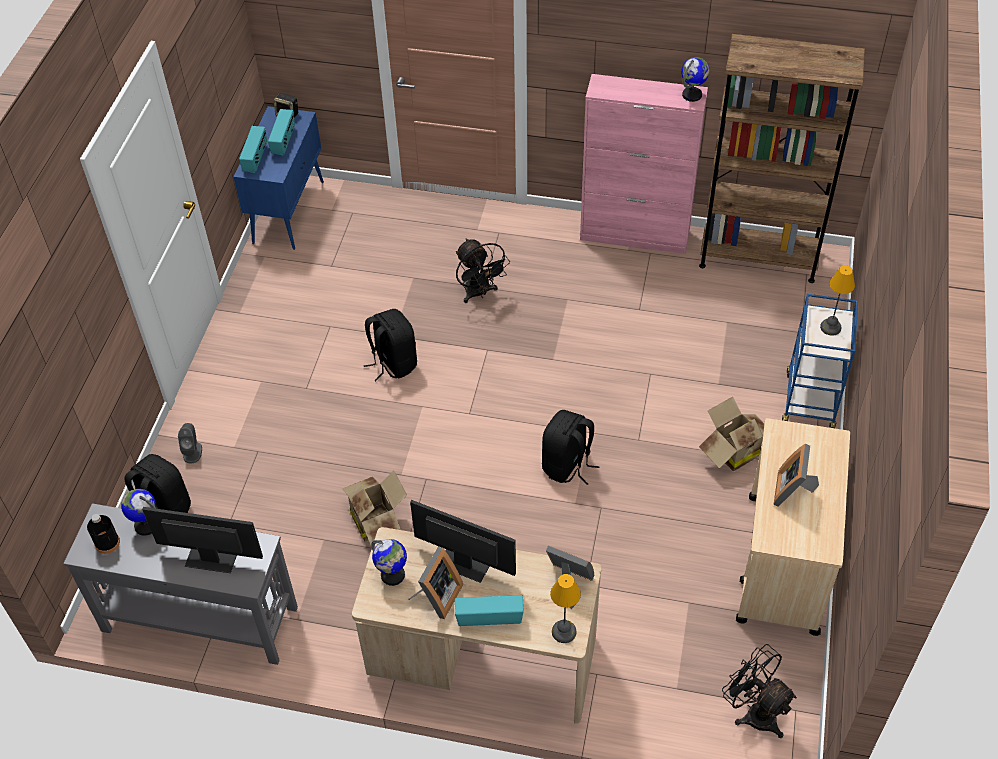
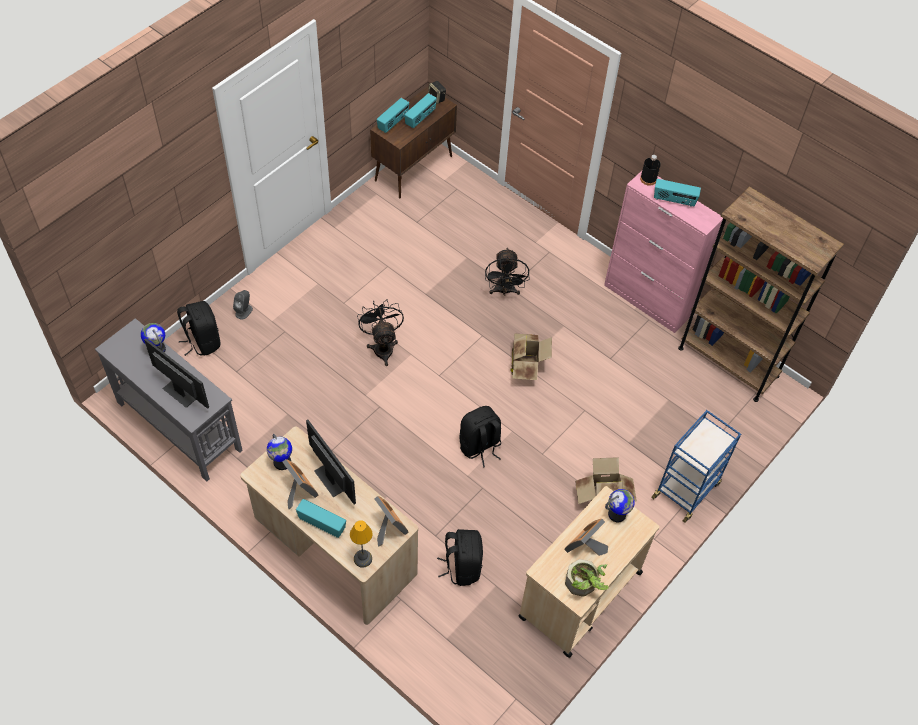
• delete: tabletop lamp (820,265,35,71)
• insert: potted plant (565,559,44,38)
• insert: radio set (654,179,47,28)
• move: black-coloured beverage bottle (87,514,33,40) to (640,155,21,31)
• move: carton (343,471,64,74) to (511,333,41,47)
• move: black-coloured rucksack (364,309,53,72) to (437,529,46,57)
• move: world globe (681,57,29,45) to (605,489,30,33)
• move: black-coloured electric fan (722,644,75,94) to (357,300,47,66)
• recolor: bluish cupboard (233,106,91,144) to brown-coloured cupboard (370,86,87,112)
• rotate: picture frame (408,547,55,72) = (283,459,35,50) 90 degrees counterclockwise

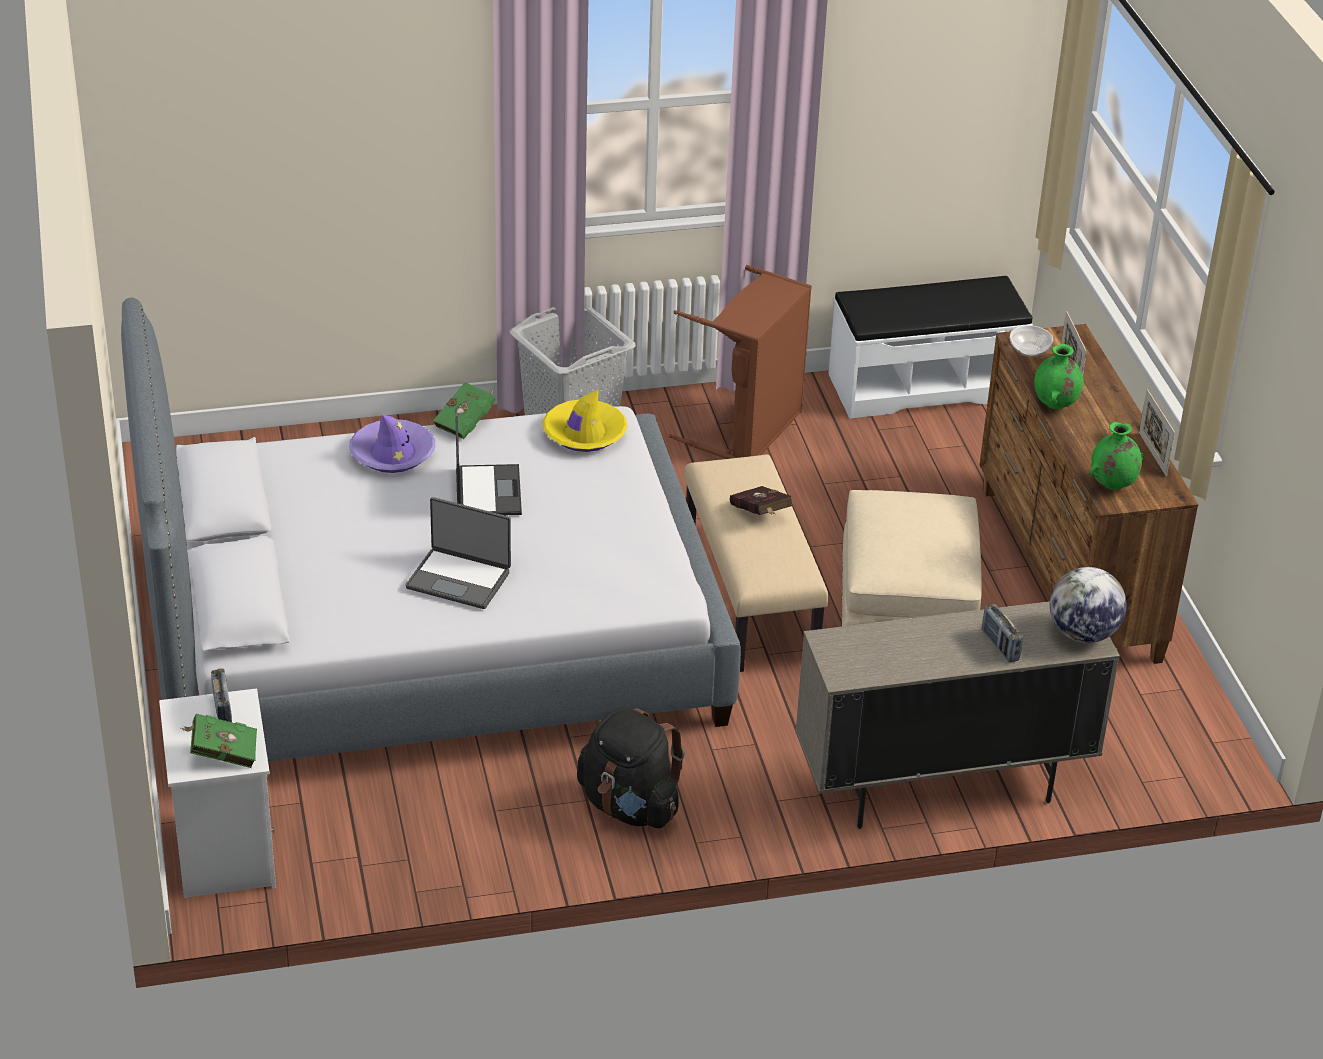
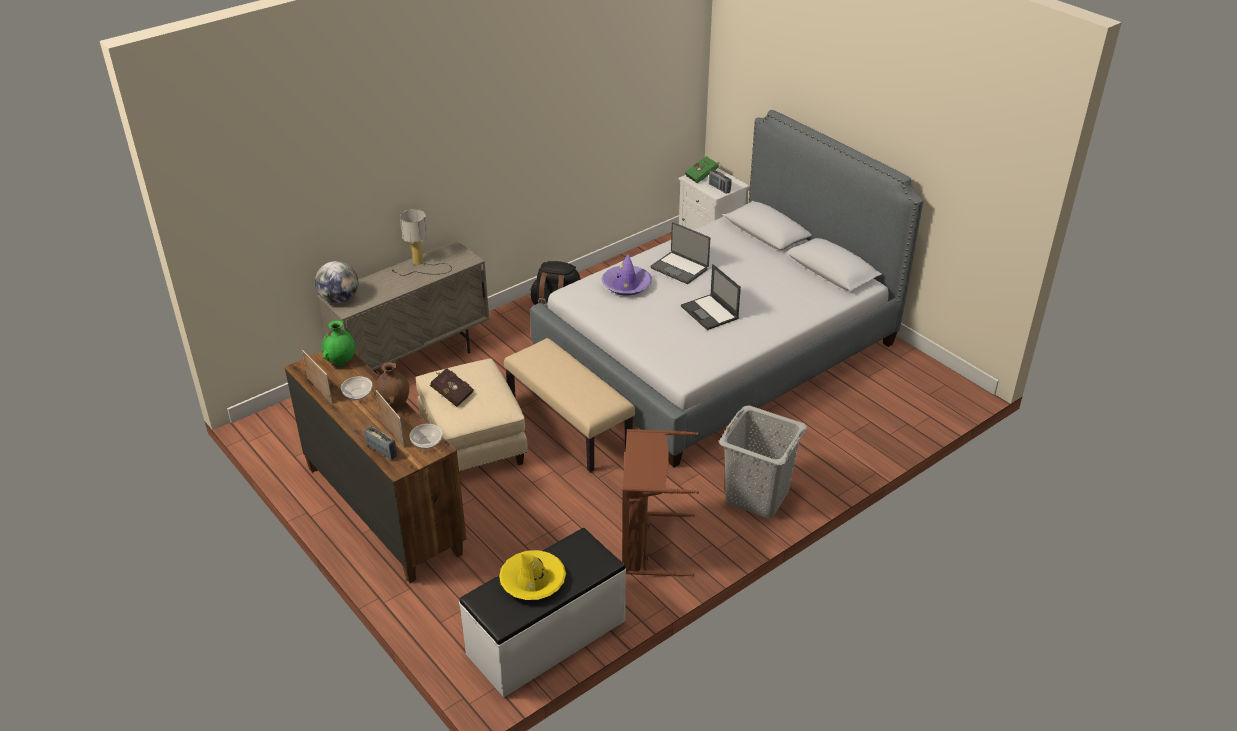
• delete: green book (433,382,63,57)
• insert: serving bowl (341,376,31,24)
• insert: tabletop lamp (392,209,60,67)
• move: purplish wearable hat (349,415,86,58) to (601,254,51,42)
• move: yellow-coloured wearable hat (543,389,84,63) to (499,550,67,50)
• move: red book (730,486,62,29) to (430,368,44,39)
• move: radio set (982,604,41,58) to (364,426,33,34)
• recolor: green vase (1034,344,50,65) to brown-coloured vase (375,362,34,47)
• rotate: laptop (406,497,105,112) = (650,222,60,62) 135 degrees counterclockwise

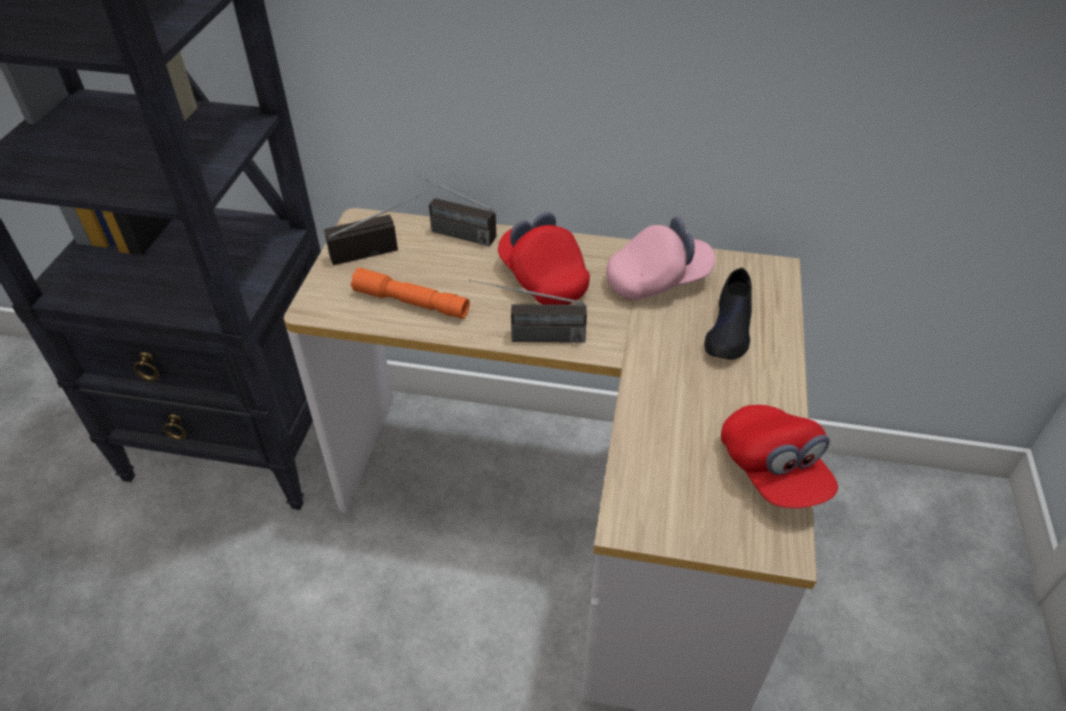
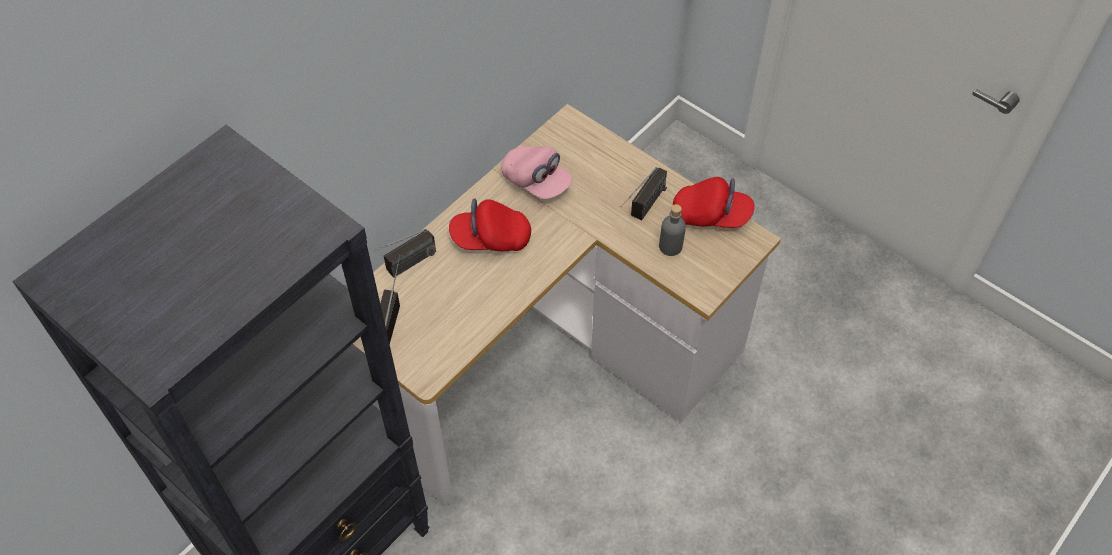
• delete: orangey torch (351,267,119,52)
• delete: black-coloured shoe (704,268,48,92)
• insert: greyish beverage bottle (659,204,27,52)
• move: radio set (469,279,118,64) to (621,167,46,53)
• rotate: pink-coloured peaked cap (606,217,109,83) = (501,146,72,53) 120 degrees clockwise

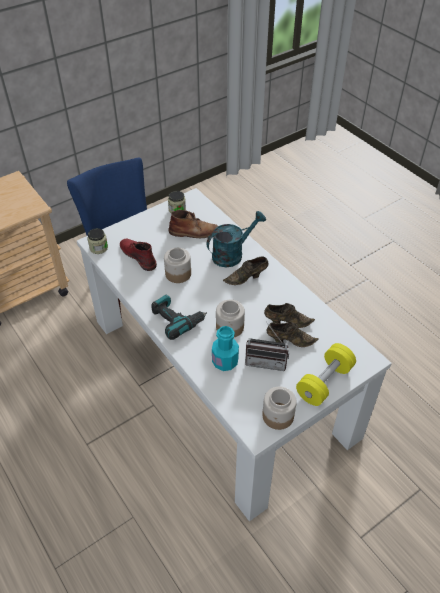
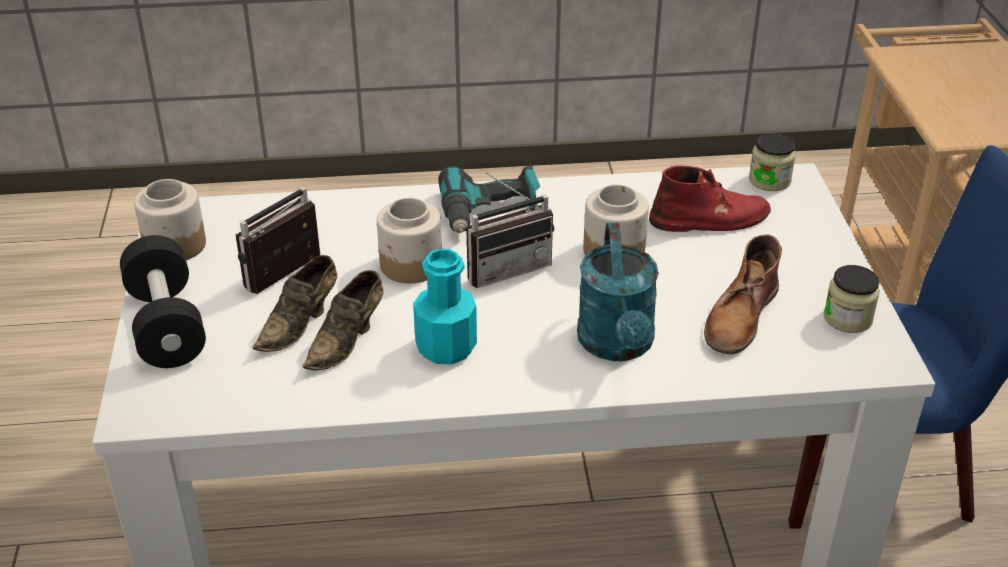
• delete: brown-coloured shoe (223,256,45,29)
• insert: radio set (466,172,88,116)
• move: blue-green beverage bottle (212,326,27,45) to (413,249,64,115)
• recolor: yellow-coloured dumbbell (296,343,60,63) to black-coloured dumbbell (120,235,86,133)

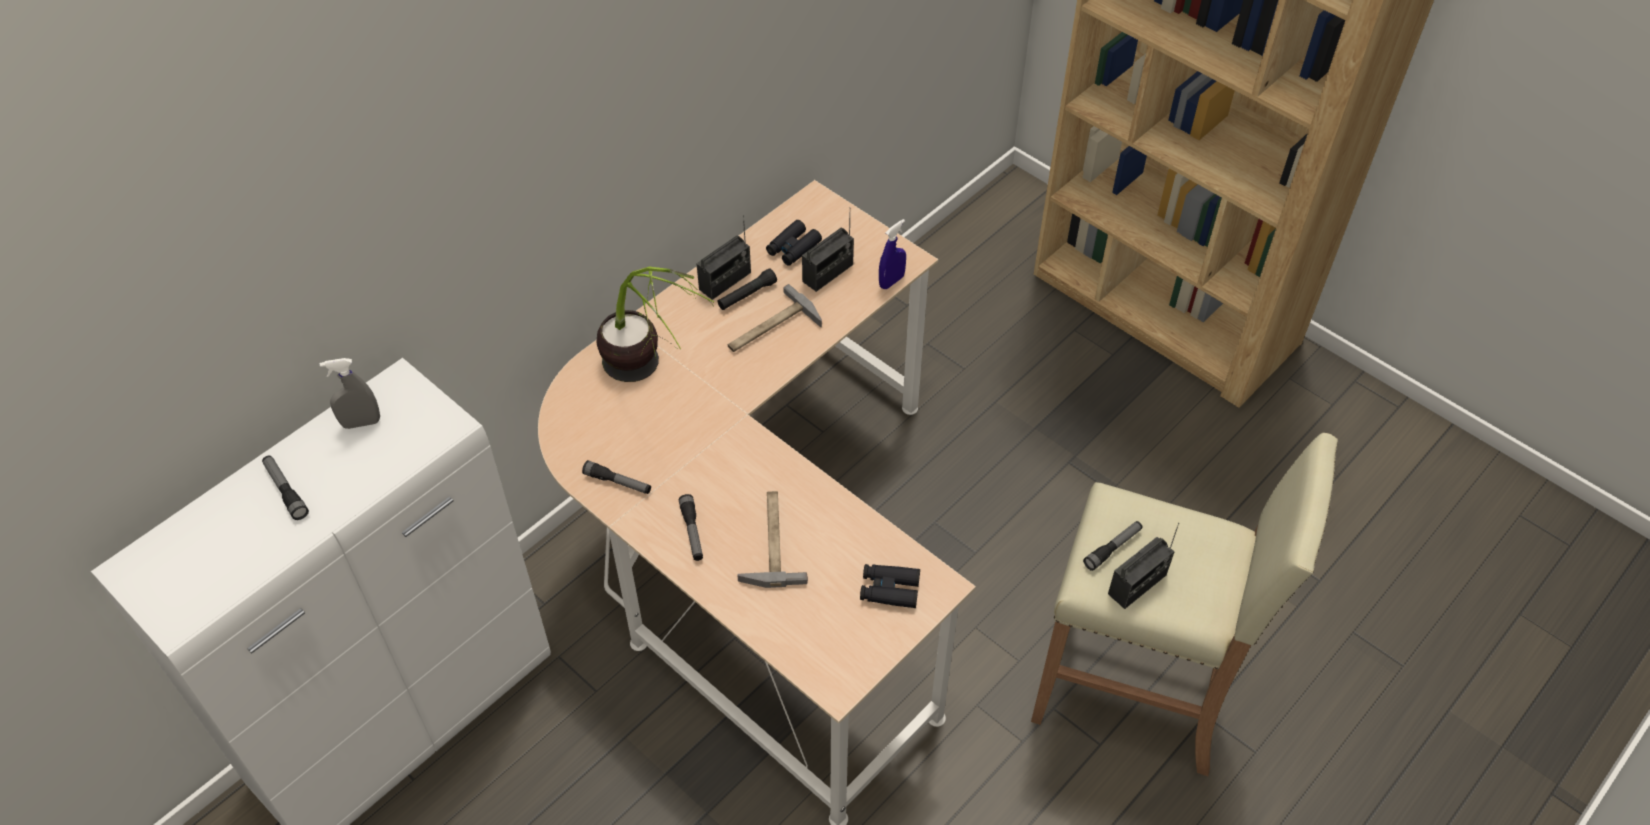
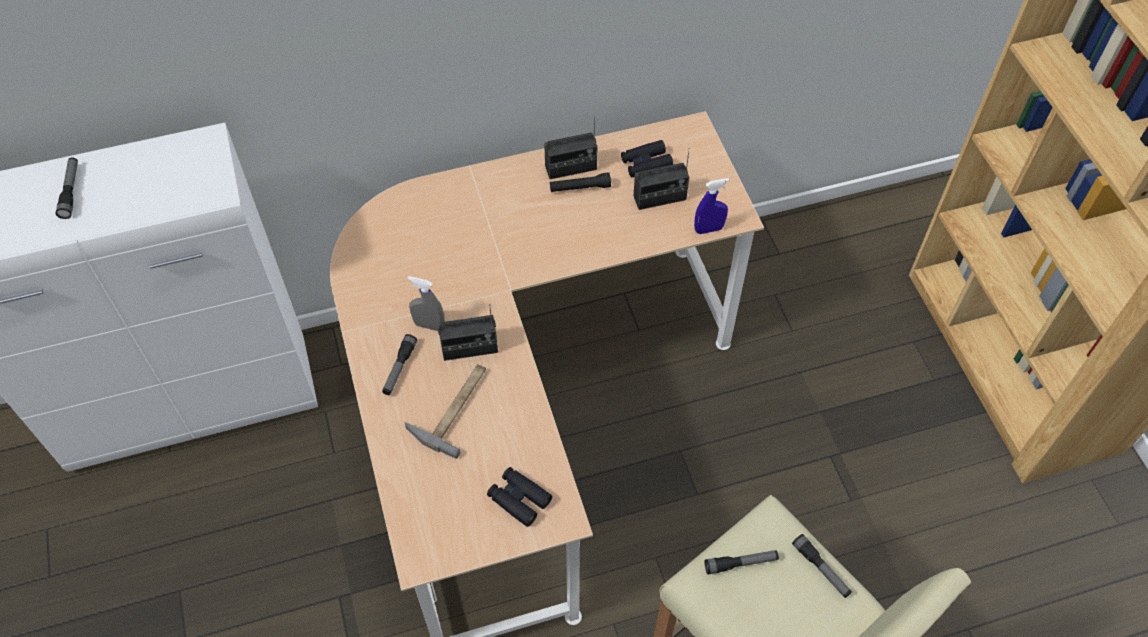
• delete: potted plant (597,267,117,115)
• delete: tool hammer (728,284,94,68)
• move: greyish hand sprayer (319,358,61,71) to (407,276,38,55)
• move: torch (582,460,69,34) to (792,534,60,64)
• move: radio set (1108,523,71,86) to (438,304,60,57)

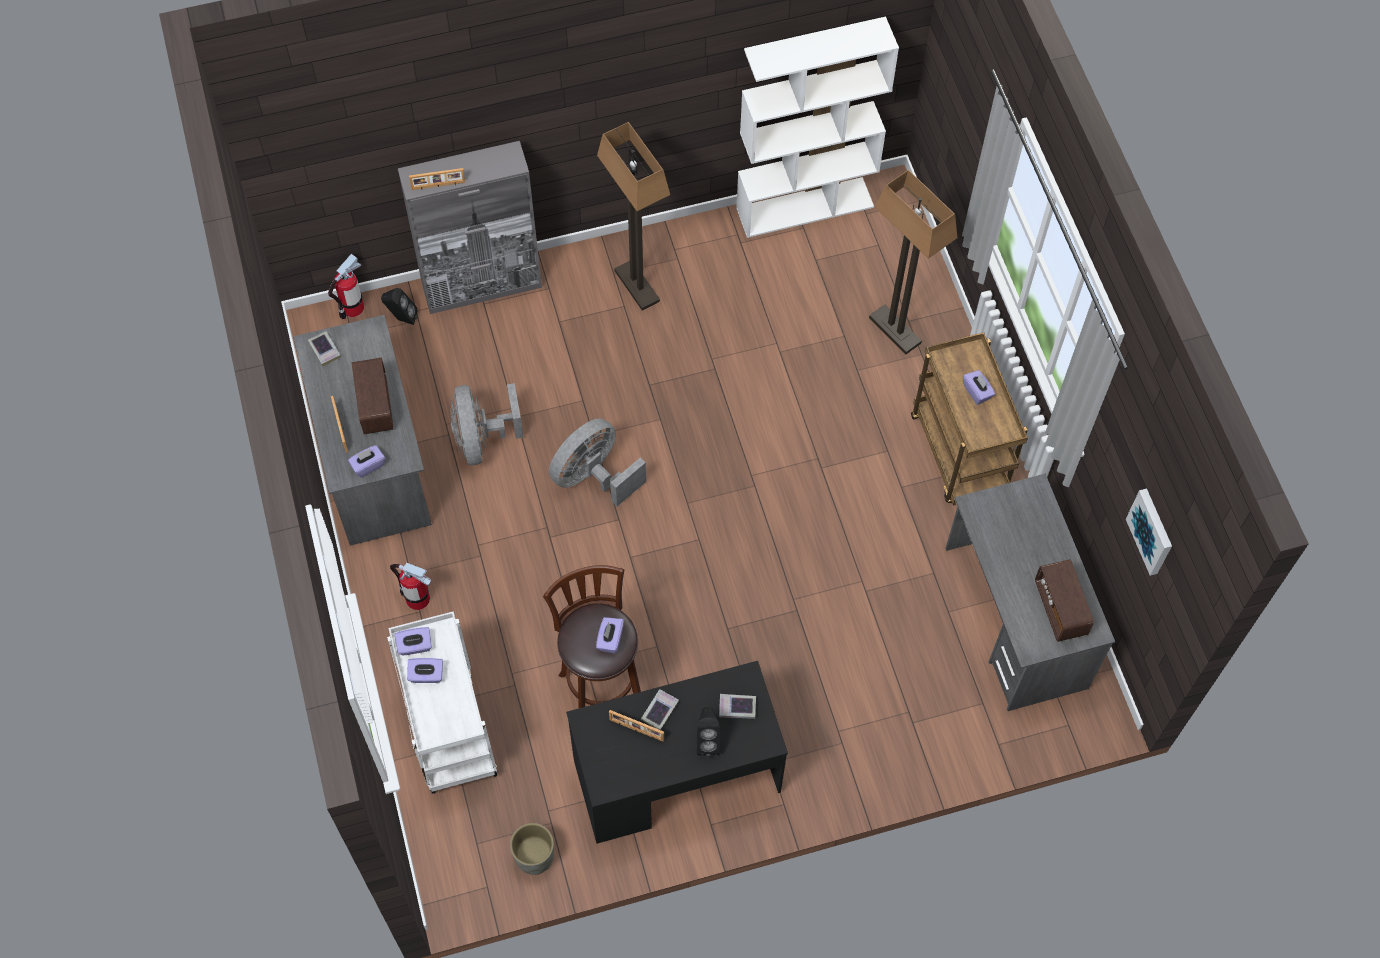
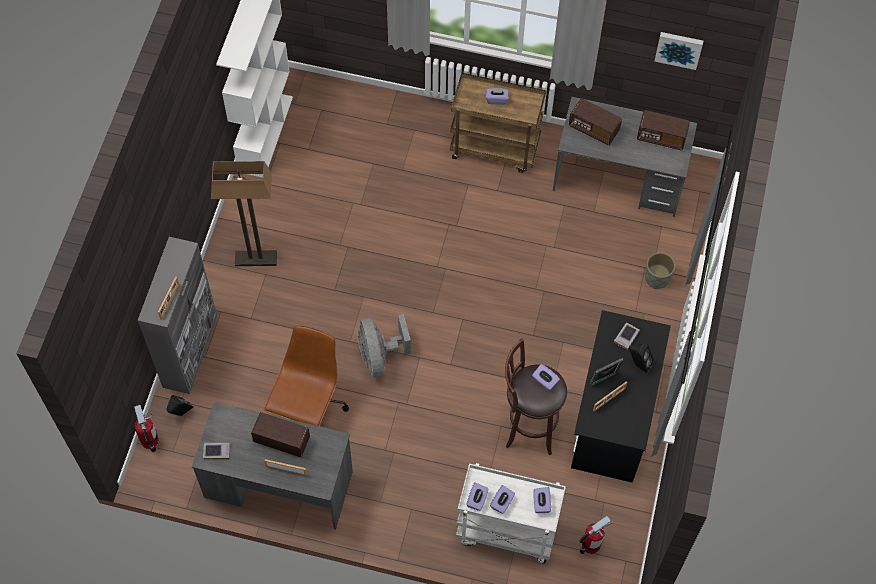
• delete: standard lamp (869,170,88,184)
• insert: radio set (569,98,53,47)
• move: purplish tissue holder (348,445,37,33) to (533,487,18,26)
• move: fire-fighting cylinder (390,563,41,47) to (579,516,32,38)
• move: greyish plant pot (510,823,44,52) to (645,252,30,37)
• replace: greyish electric fan (451,383,73,82) to brown-coloured office chair (264,325,85,101)
• replace: book (641,689,38,41) to picture frame (590,358,34,28)

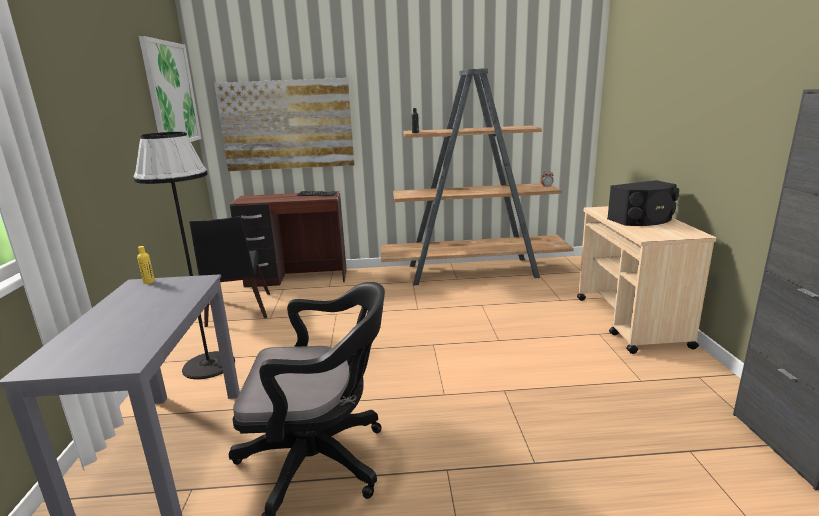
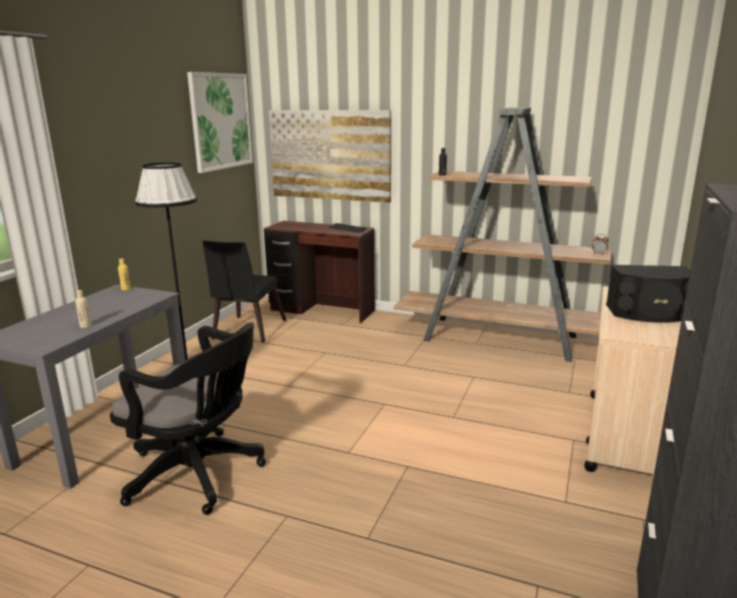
• insert: beige-coloured beverage bottle (75,290,17,38)

